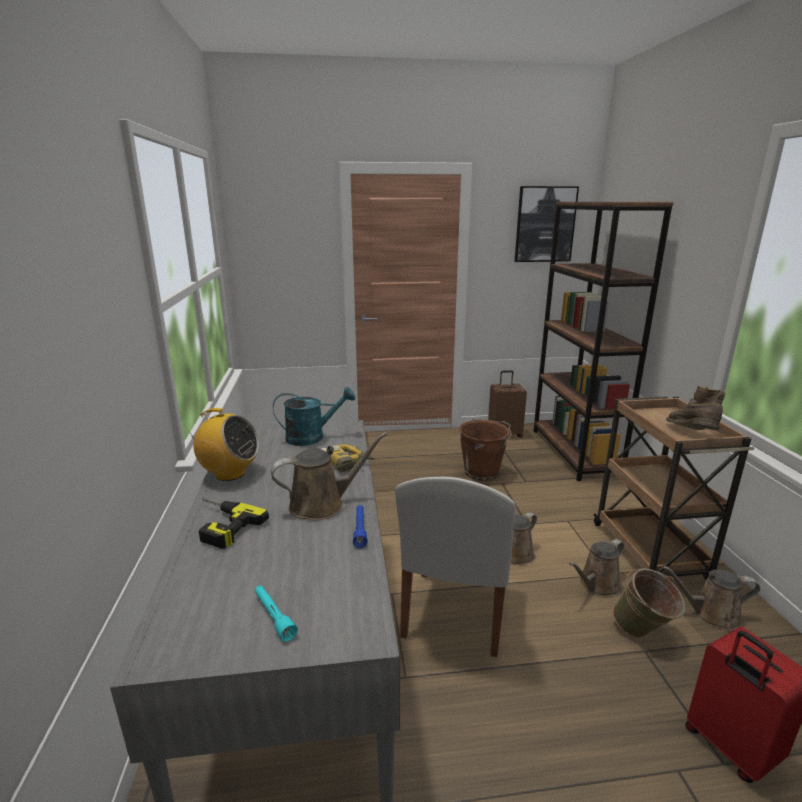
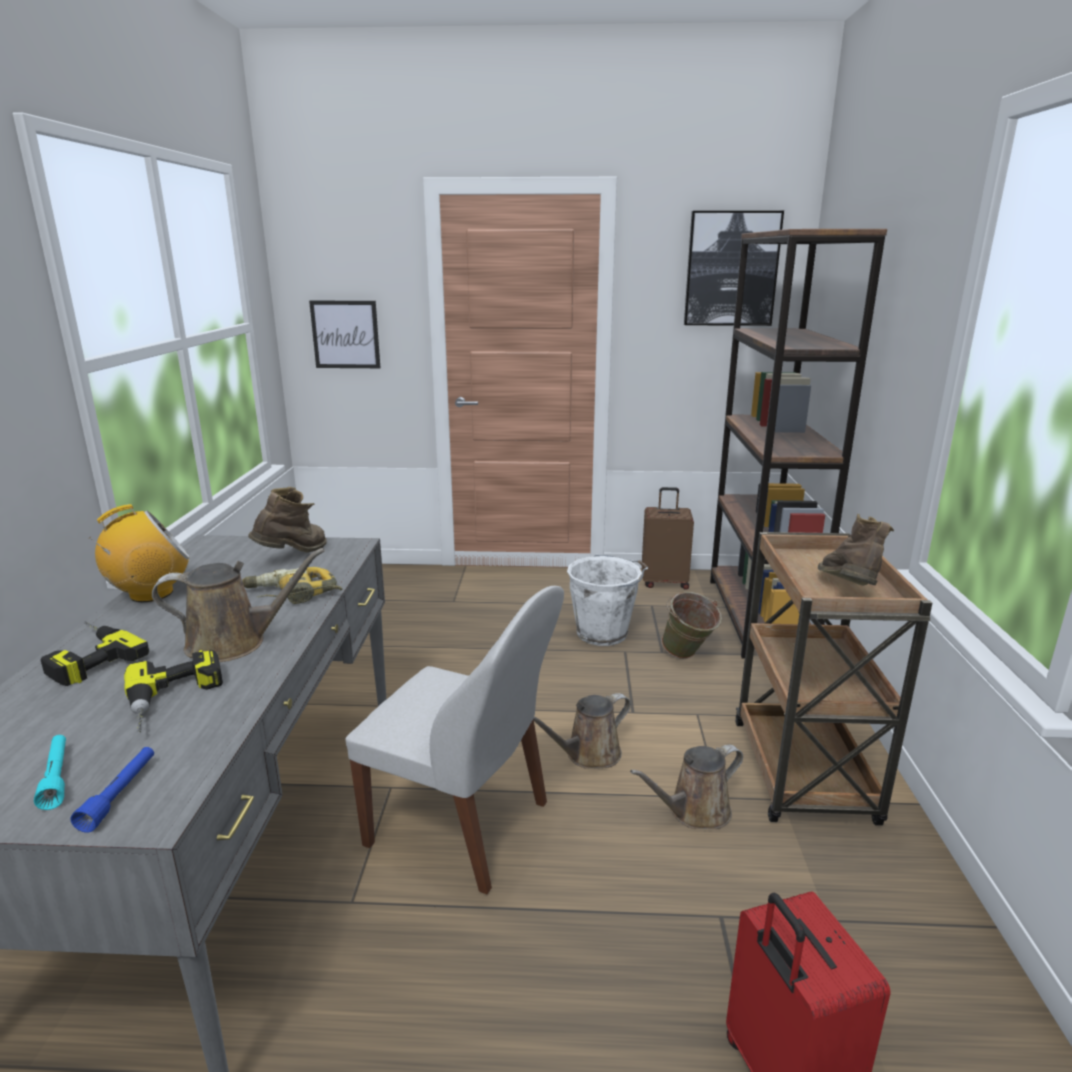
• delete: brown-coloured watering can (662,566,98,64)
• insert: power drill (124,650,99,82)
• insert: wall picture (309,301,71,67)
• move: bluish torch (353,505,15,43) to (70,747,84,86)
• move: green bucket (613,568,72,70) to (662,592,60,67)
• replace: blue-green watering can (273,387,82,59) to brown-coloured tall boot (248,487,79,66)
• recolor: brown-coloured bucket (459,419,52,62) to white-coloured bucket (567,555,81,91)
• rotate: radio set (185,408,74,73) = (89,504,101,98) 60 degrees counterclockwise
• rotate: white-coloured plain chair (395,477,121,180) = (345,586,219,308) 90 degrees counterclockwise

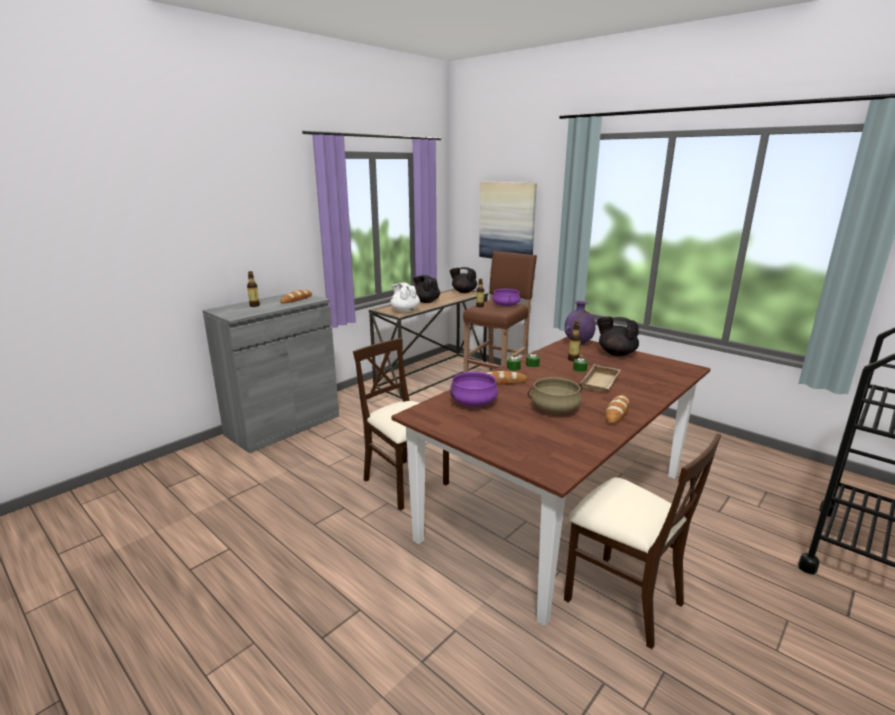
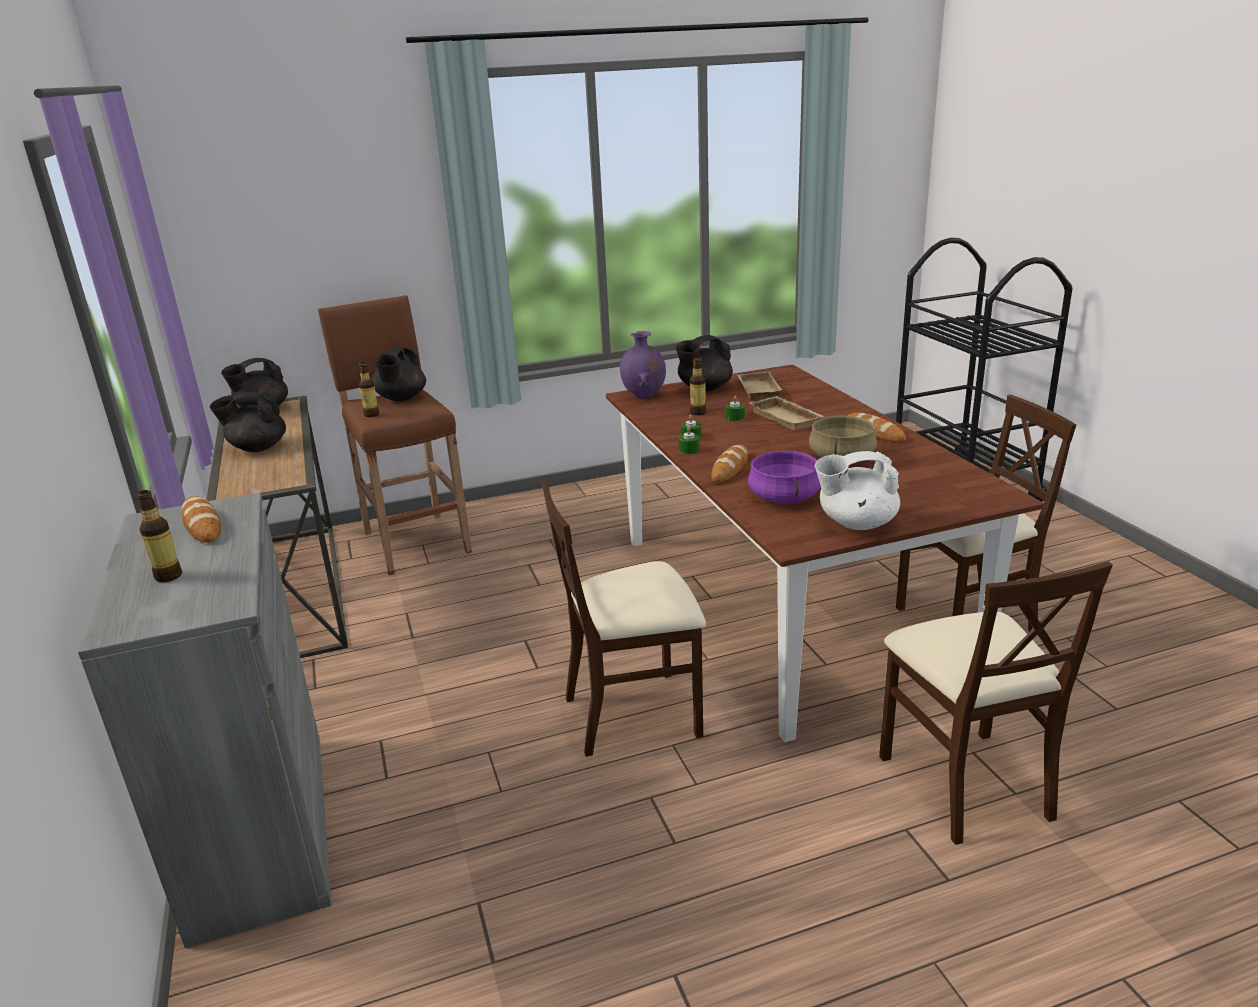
• delete: wall picture (479,181,58,78)
• insert: beige-coloured serving tray (737,372,46,29)
• insert: beige-coloured plain chair (879,561,234,284)
• move: white-coloured teapot (390,282,30,30) to (815,451,85,79)
• replace: purplish saucepot (492,289,29,17) to black-coloured teapot (372,347,54,54)

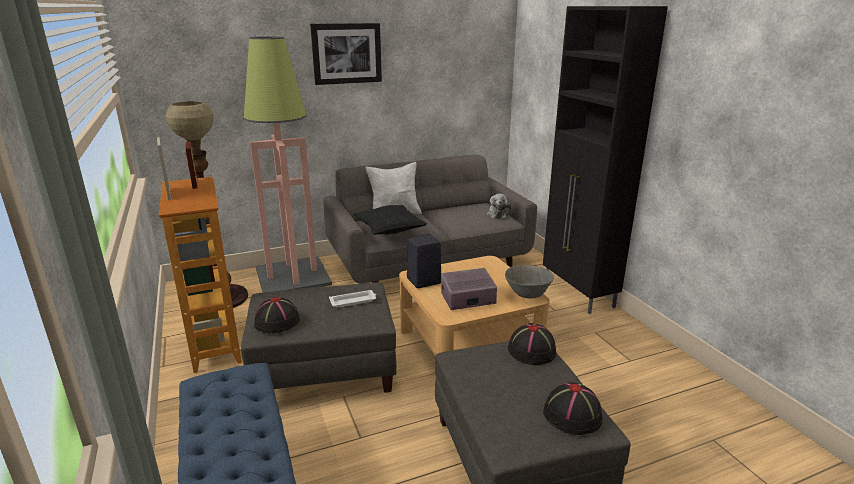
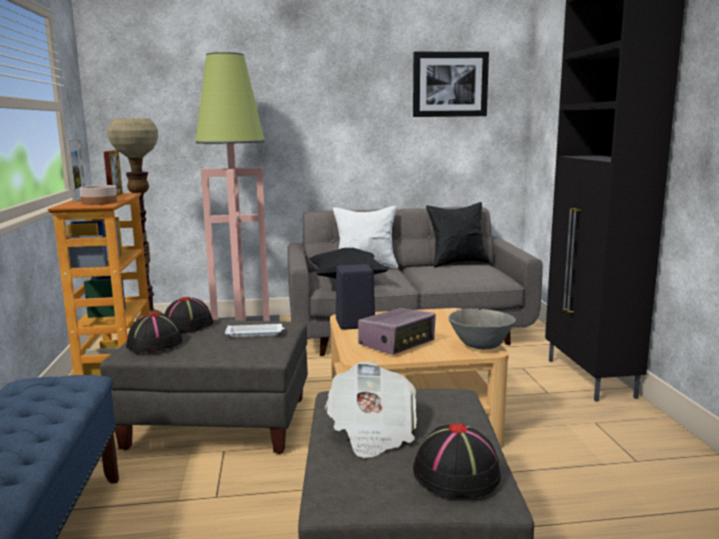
• delete: cuddly toy (487,194,24,25)
• insert: serving bowl (80,185,37,20)
• insert: newspaper (325,362,92,96)
• insert: black-coloured cushion (426,202,64,66)
• move: wall picture (310,23,72,62) to (413,52,76,65)
• move: black-coloured wearable hat (508,323,49,42) to (164,297,50,36)
• rotate: radio set (441,268,56,42) = (358,308,78,47) 135 degrees clockwise

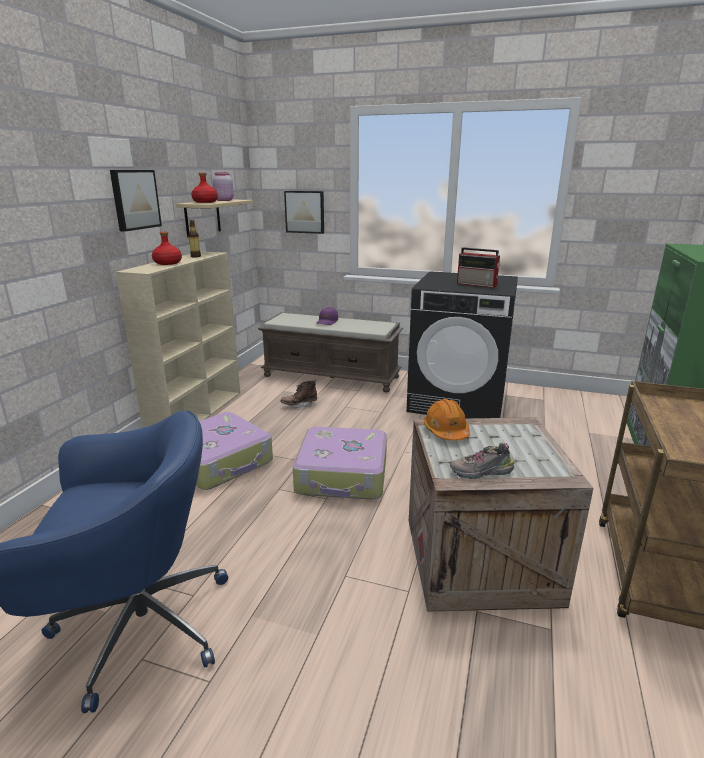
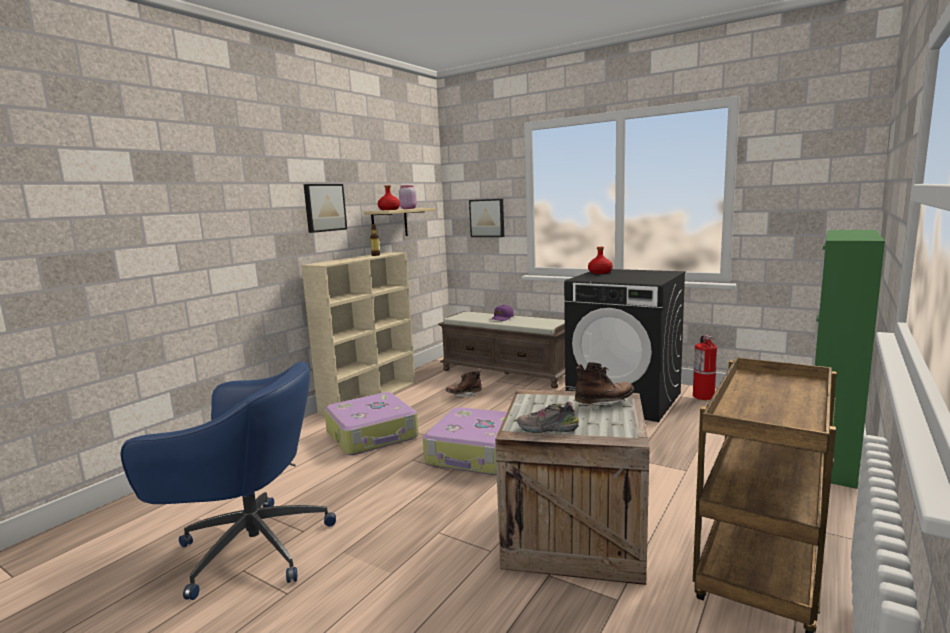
• delete: orangey safety helmet (424,399,46,42)
• delete: radio set (457,247,43,41)
• insert: brown-coloured tall boot (575,362,59,49)
• insert: fire-fighting cylinder (693,335,24,65)
• move: red beverage bottle (152,232,30,33) to (588,247,25,27)

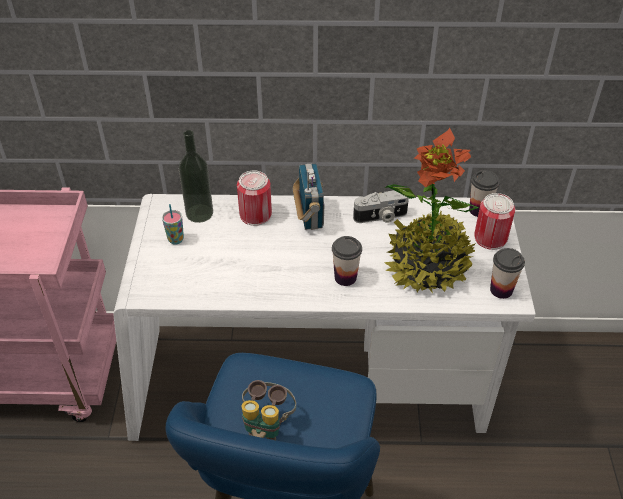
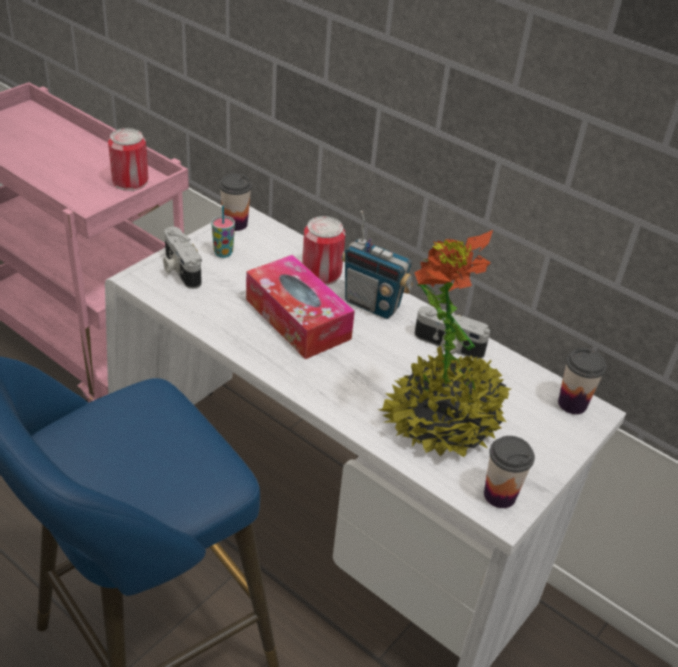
• delete: beverage bottle (179,130,34,93)
• delete: binoculars (241,380,55,60)
• insert: still camera (163,227,39,62)
• insert: tissue holder (246,255,109,104)
• move: small cup (332,236,30,50) to (219,173,33,58)
• move: sealed can (474,193,41,57) to (108,128,40,63)
• rotate: radio set (293,164,31,66) = (341,211,72,108) 90 degrees clockwise

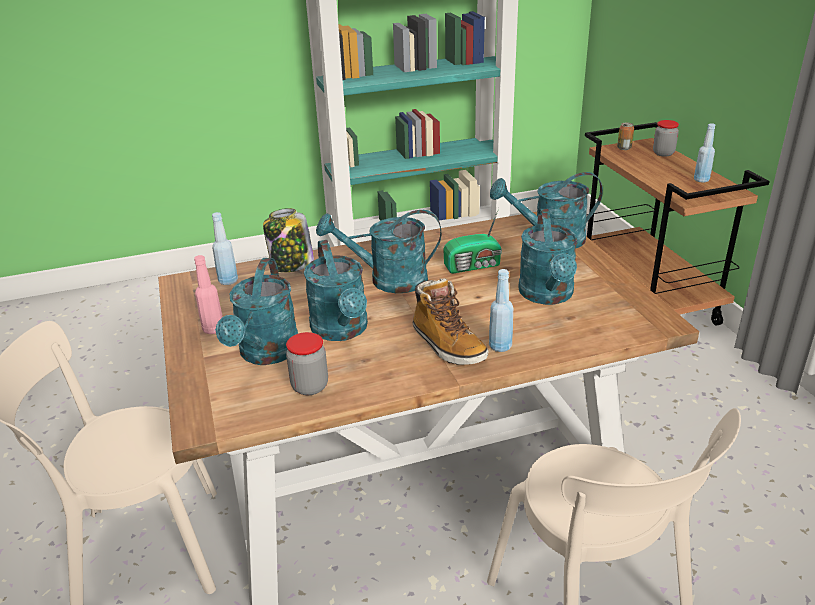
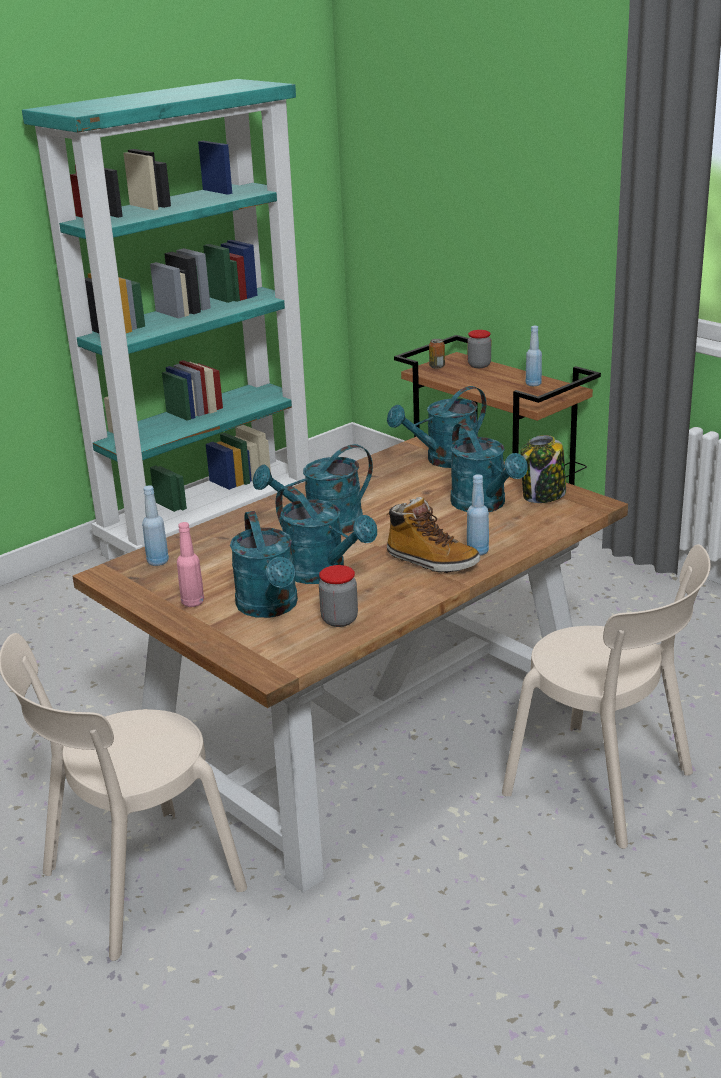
• delete: radio set (443,208,59,65)
• move: preserve jar (263,208,51,65) to (520,435,46,68)

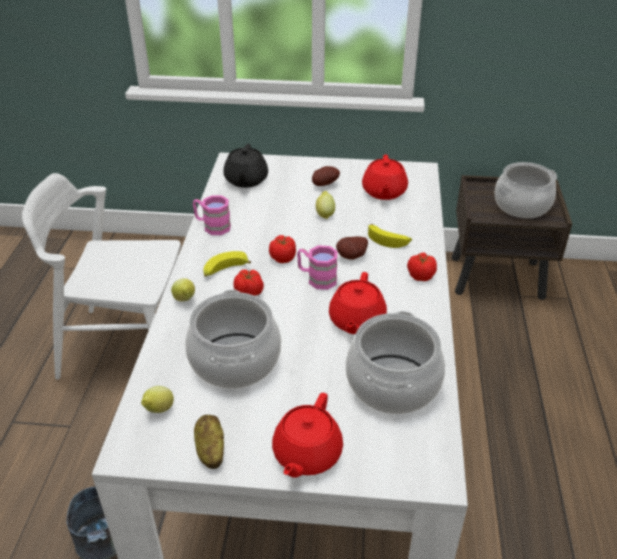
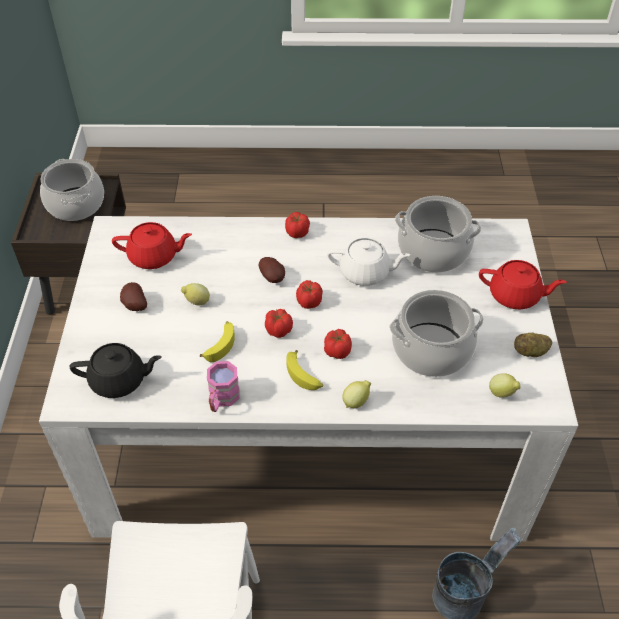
• move: banana fruit (368,224,44,24) to (200,321,35,41)
• replace: pink-coloured coffee mug (297,245,41,45) to tomato (296,280,27,29)
• recolor: red teapot (329,272,58,62) to white-coloured teapot (327,238,83,48)

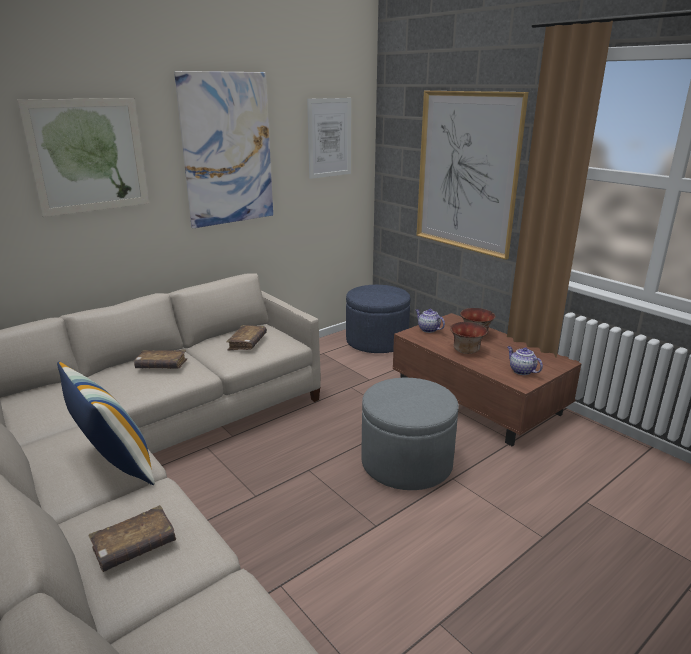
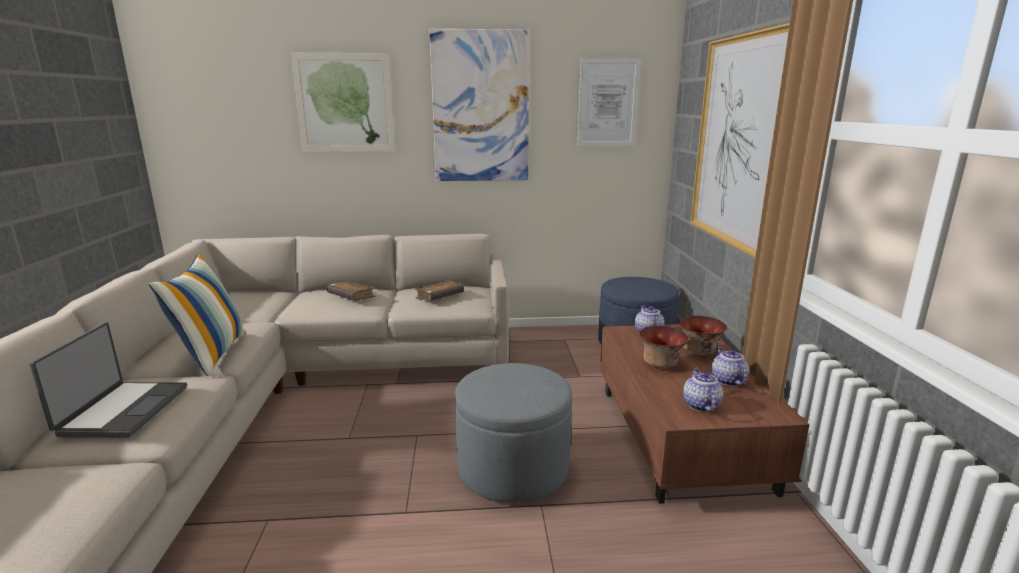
• insert: teapot (712,346,37,40)
• replace: brown-coloured book (88,505,88,67) to laptop (29,323,158,115)

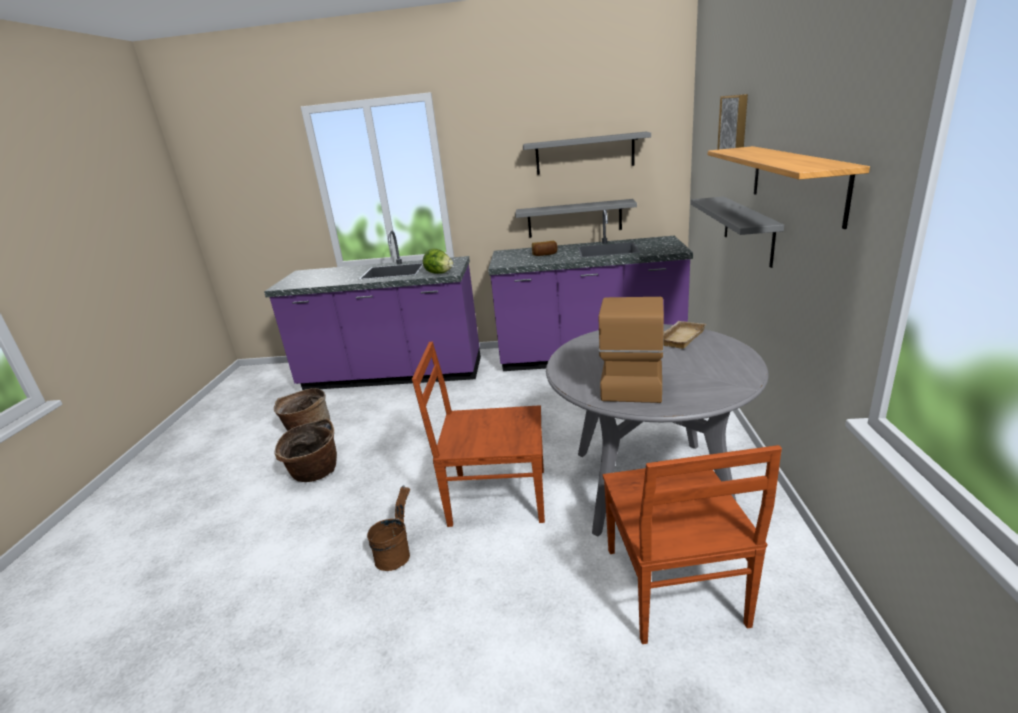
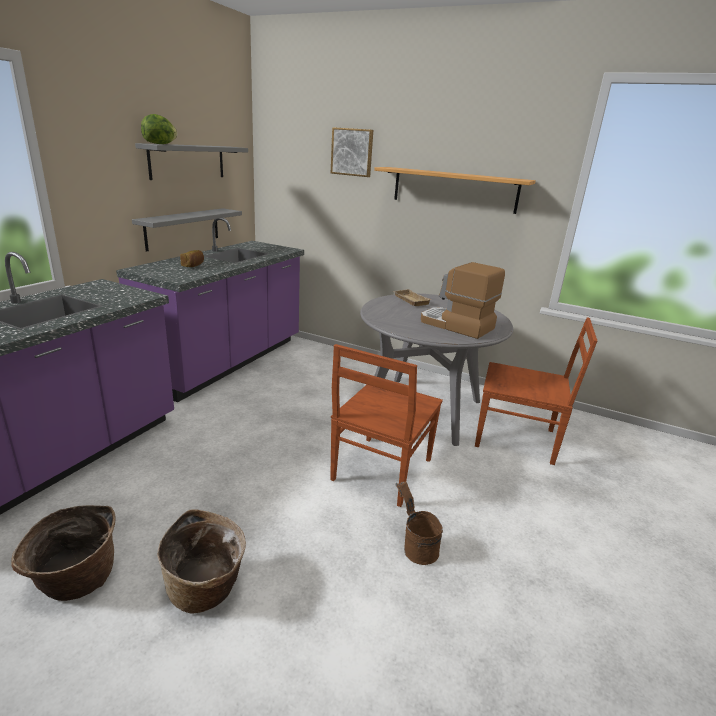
• delete: greyish shelf (691,196,93,72)
• move: head of lettuce (423,249,30,25) to (141,114,37,30)

